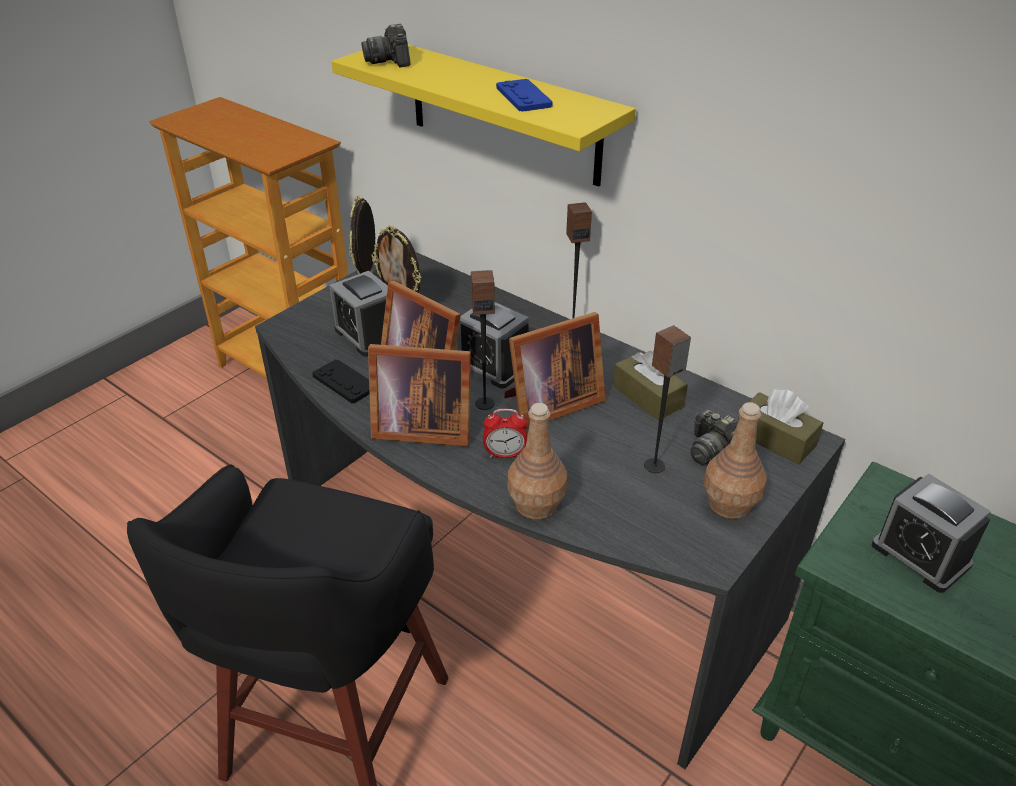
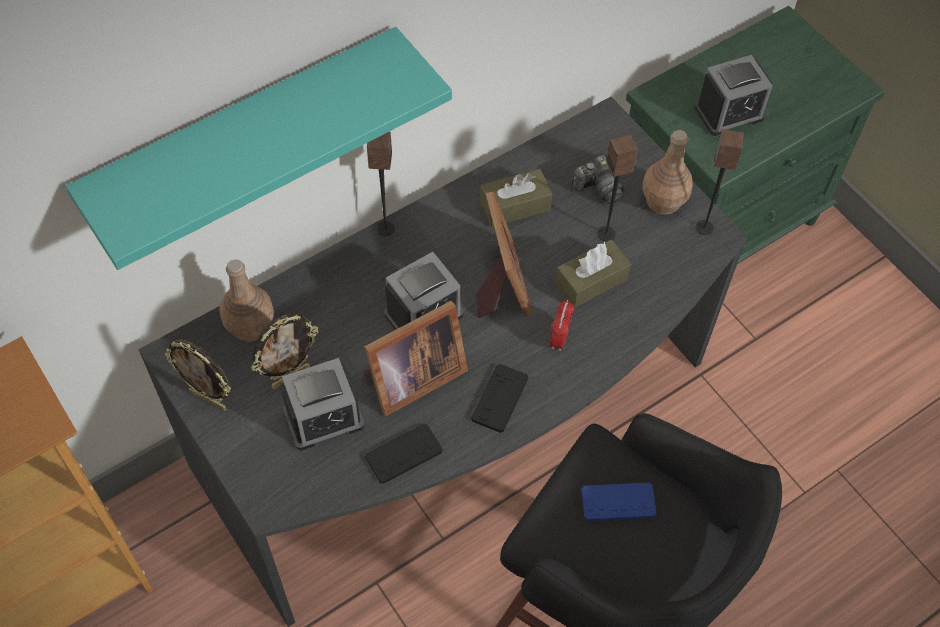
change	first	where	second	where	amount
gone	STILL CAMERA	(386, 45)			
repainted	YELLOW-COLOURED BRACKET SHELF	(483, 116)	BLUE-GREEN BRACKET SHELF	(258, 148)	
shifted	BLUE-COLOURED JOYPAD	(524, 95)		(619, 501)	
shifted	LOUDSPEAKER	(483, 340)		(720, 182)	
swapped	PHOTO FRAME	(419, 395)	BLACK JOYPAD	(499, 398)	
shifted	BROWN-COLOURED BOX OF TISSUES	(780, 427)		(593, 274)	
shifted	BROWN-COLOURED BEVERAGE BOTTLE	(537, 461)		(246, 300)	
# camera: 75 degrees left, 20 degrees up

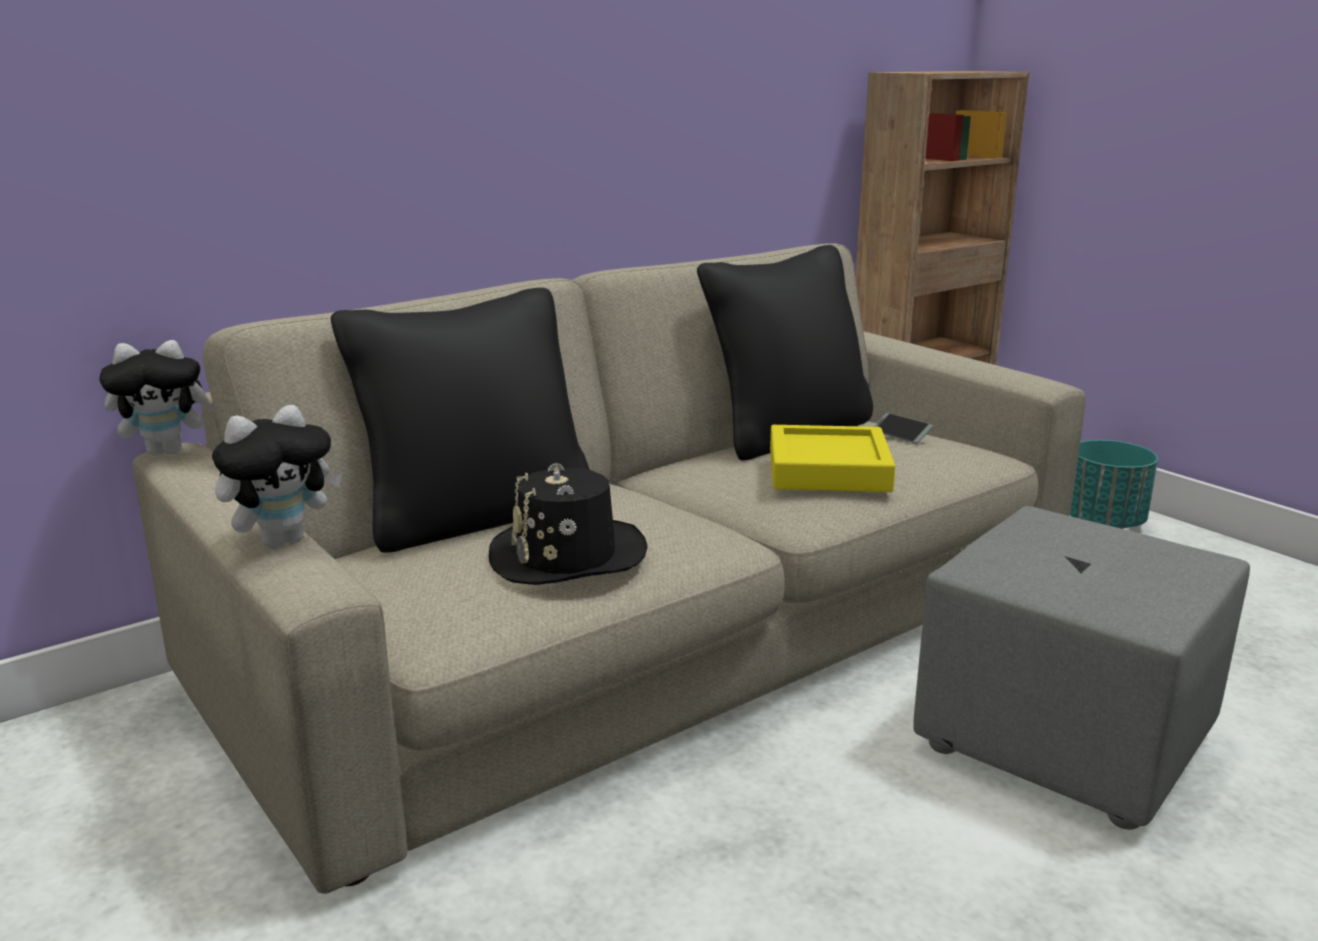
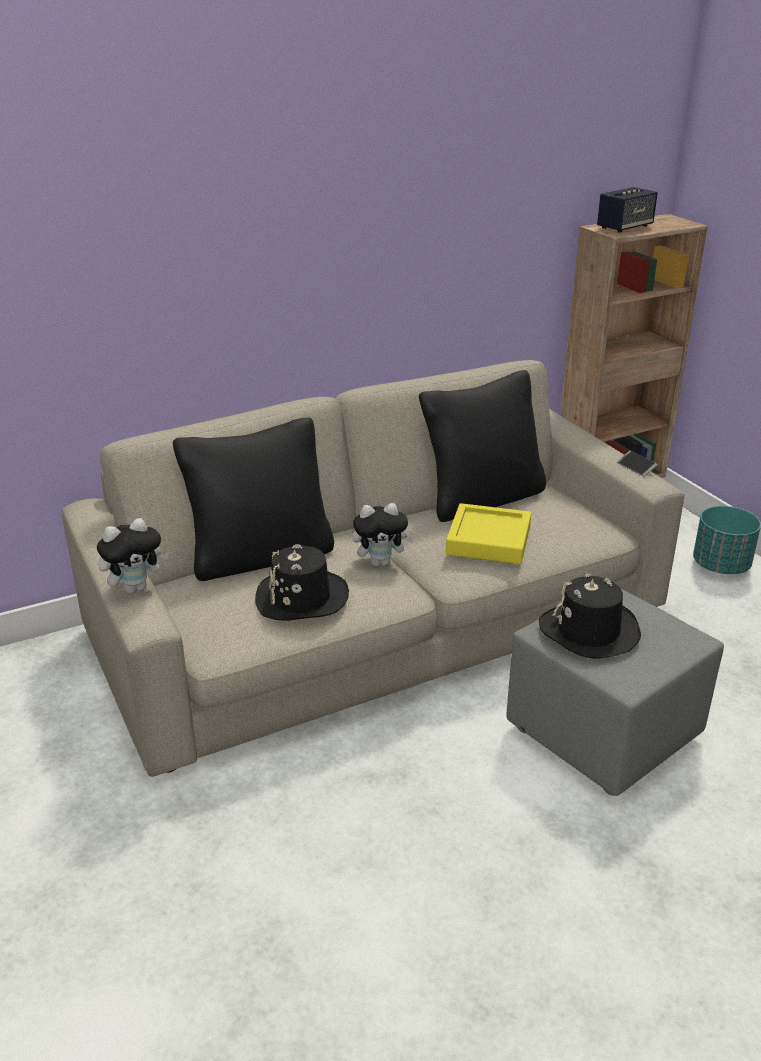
change	first	where	second	where	amount
shifted	PLUSH TOY	(157, 397)		(383, 534)	
shifted	PHONE	(903, 428)		(637, 464)	
new			LOUDSPEAKER	(627, 210)	
new			BLACK CLOTHING HAT	(590, 615)	
# camera: 10 degrees right, 10 degrees up

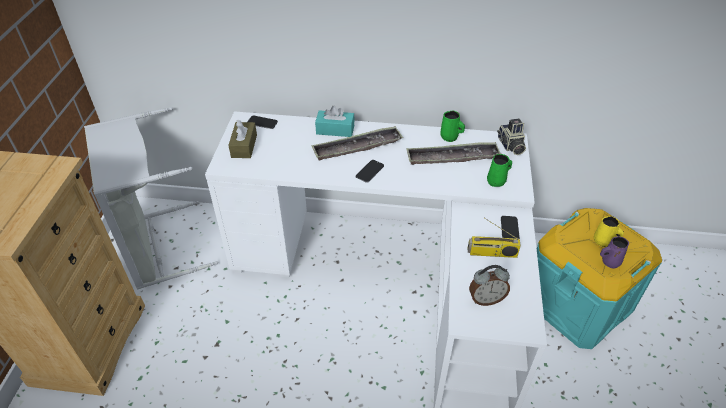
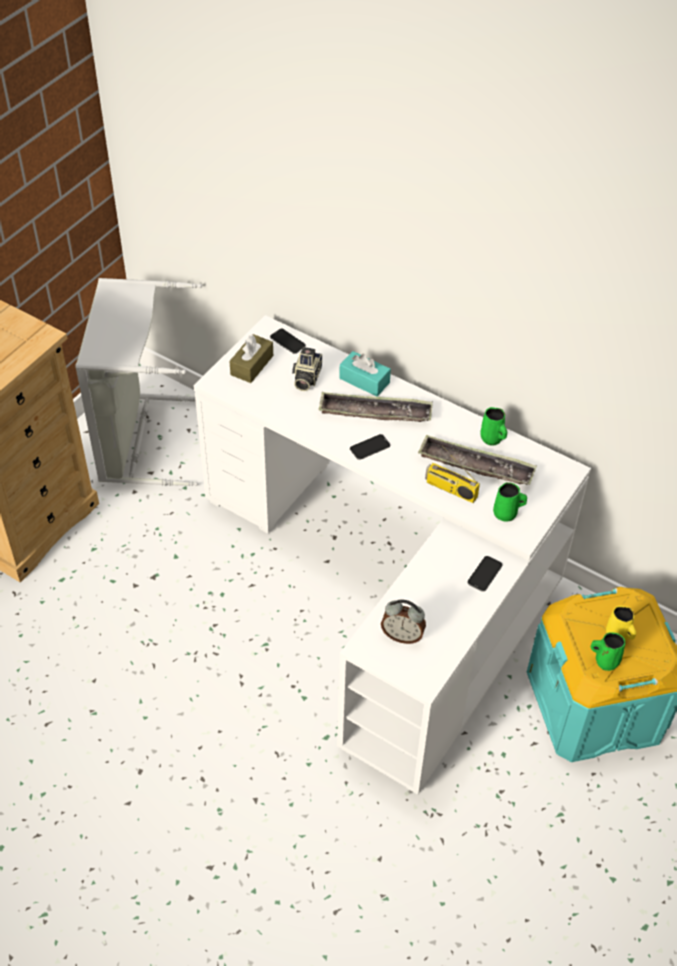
change	first	where	second	where	amount
shifted	STILL CAMERA	(511, 137)		(307, 369)	
shifted	RADIO SET	(494, 238)		(452, 474)	
repainted	PURPLISH COFFEE MUG	(614, 252)	GREEN-COLOURED COFFEE MUG	(608, 651)	
# camera: 25 degrees right, 5 degrees up

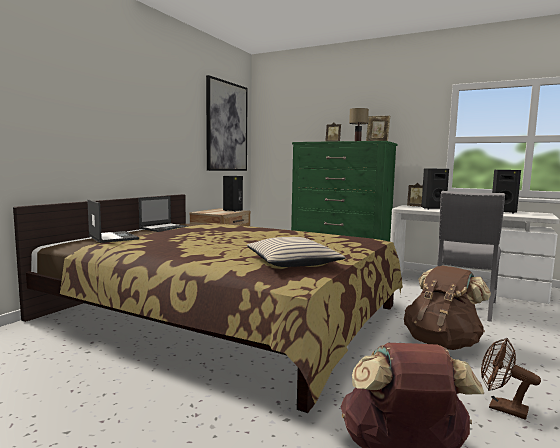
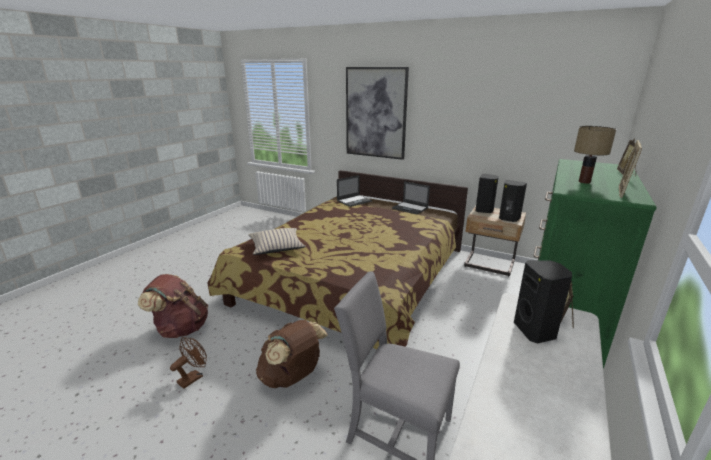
change	first	where	second	where	amount
shifted	PICTURE	(227, 123)		(377, 113)	
shifted	BLACK LOUDSPEAKER	(506, 191)		(487, 193)	
# camera: 90 degrees right, 15 degrees up

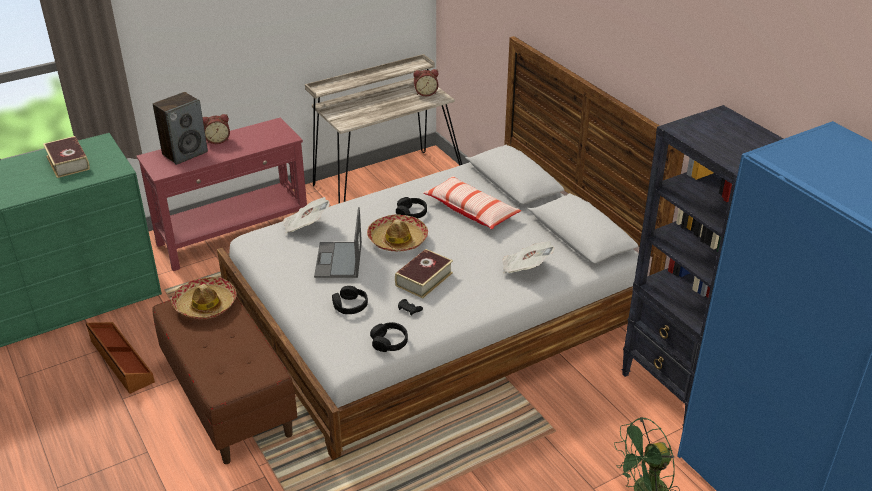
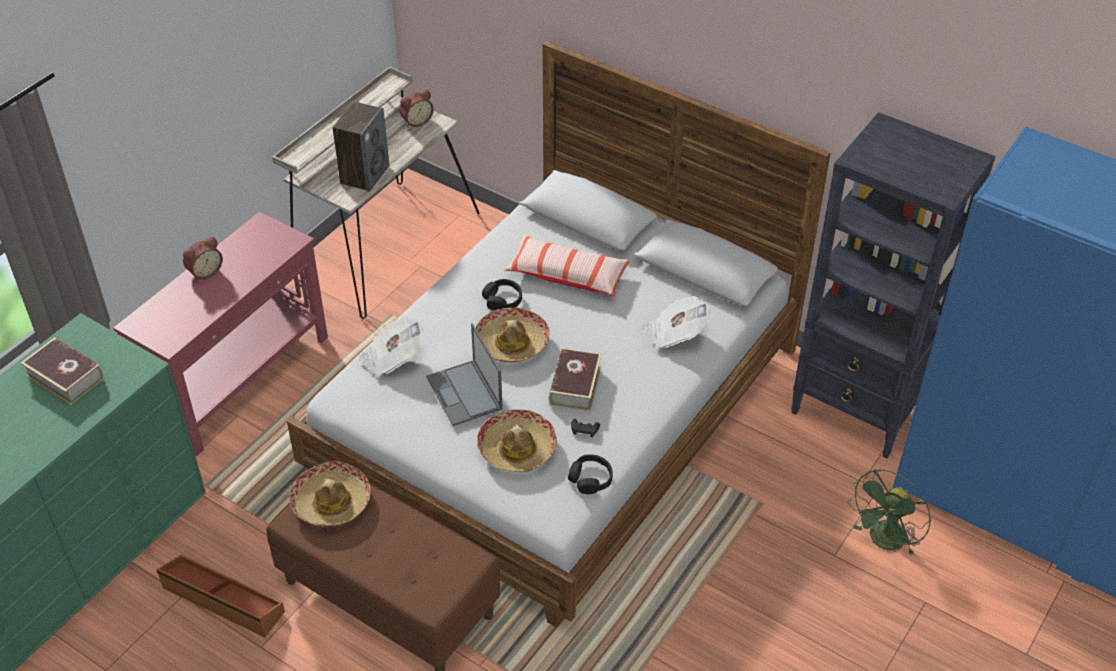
change	first	where	second	where	amount
shifted	LOUDSPEAKER	(180, 128)		(361, 146)	
swapped	BLACK HEADSET	(350, 300)	CLOTHING HAT	(517, 440)	
# camera: 25 degrees left, 10 degrees up

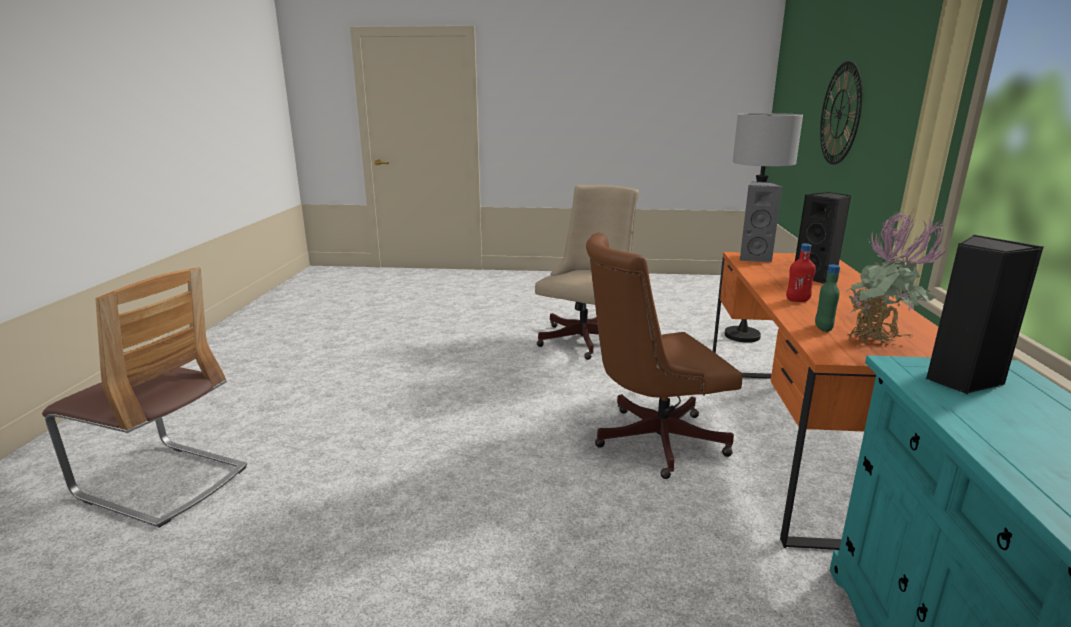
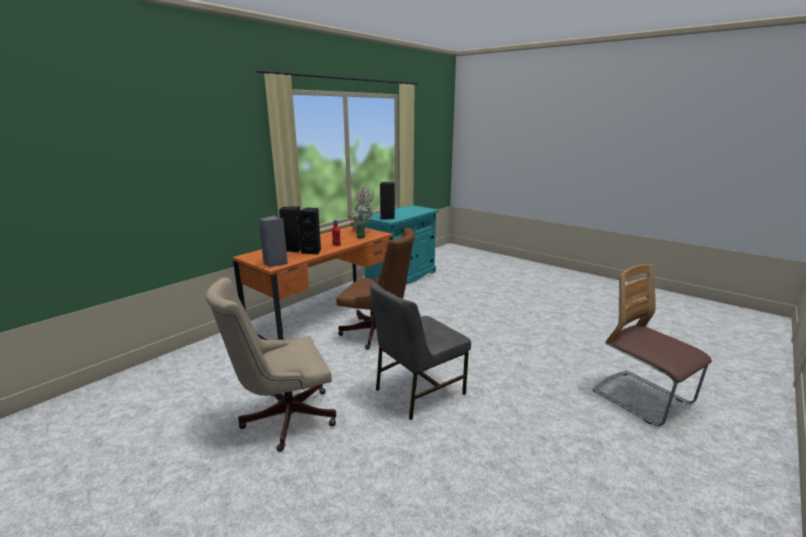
change	first	where	second	where	amount
gone	WALL CLOCK	(841, 113)			
gone	STANDARD LAMP	(764, 228)			
new			BLACK LOUDSPEAKER	(309, 231)	
new			GRAY CHAIR	(420, 351)	
# camera: 145 degrees left, 0 degrees up

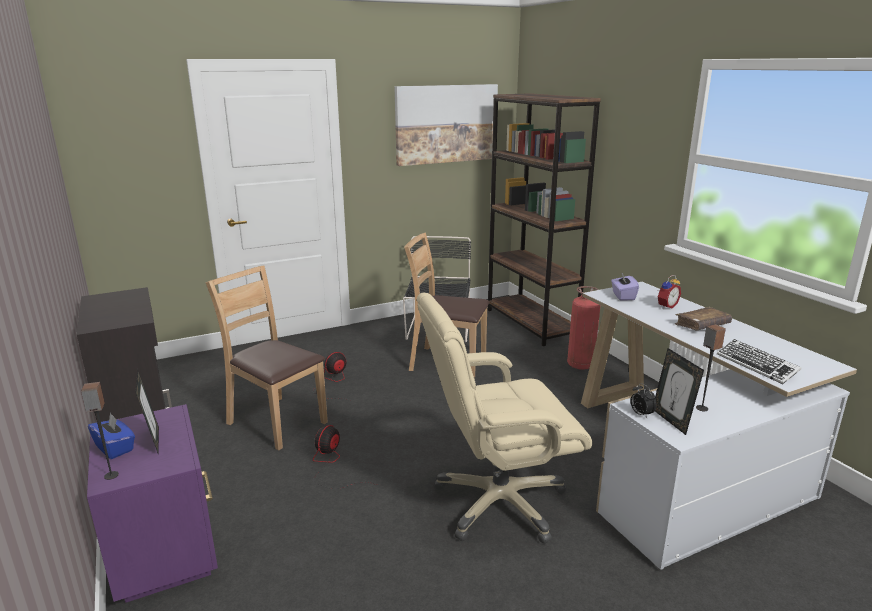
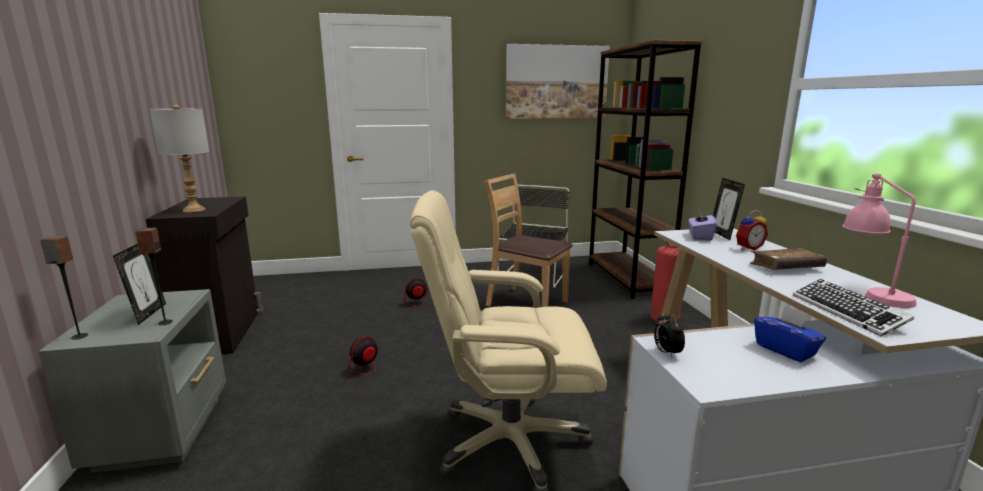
change	first	where	second	where	amount
gone	BROWN-COLOURED CHAIR	(267, 357)			
shifted	LOUDSPEAKER	(711, 367)		(154, 276)	
shifted	PHOTO FRAME	(679, 391)		(729, 209)	
repainted	PURPLISH NIGHT TABLE	(152, 503)	GRAY NIGHT TABLE	(132, 381)	
shifted	BLUE-COLOURED BOX OF TISSUES	(111, 435)		(790, 334)	
new			GRAY TABLETOP LAMP	(179, 159)	
new			PINK TABLETOP LAMP	(879, 240)	
# camera: 15 degrees right, 5 degrees down

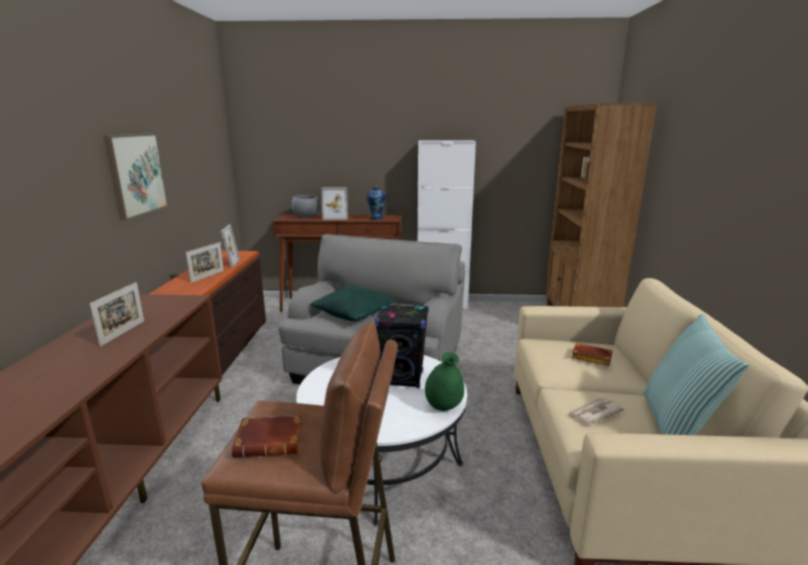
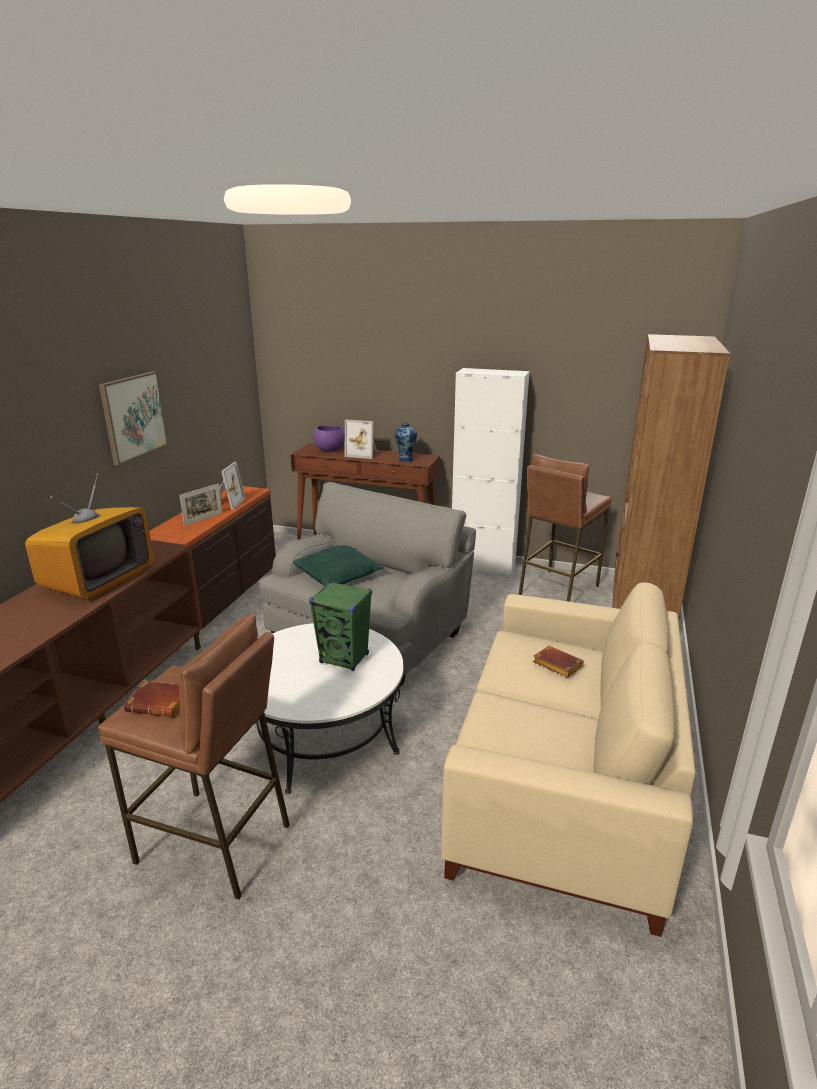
change	first	where	second	where	amount
repainted	GRAY BOWL	(305, 206)	PURPLISH BOWL	(329, 438)	
swapped	PHOTO FRAME	(117, 314)	TV SET	(89, 536)	
repainted	BLACK LOUDSPEAKER	(402, 346)	GREEN-COLOURED LOUDSPEAKER	(340, 626)	
gone	THROW PILLOW	(696, 374)			
gone	GREEN-COLOURED FLOWER VASE	(444, 381)			
gone	NEWSPAPER	(596, 411)			
new			BROWN-COLOURED STOOL SEAT	(565, 528)	
# camera: 15 degrees right, 5 degrees up

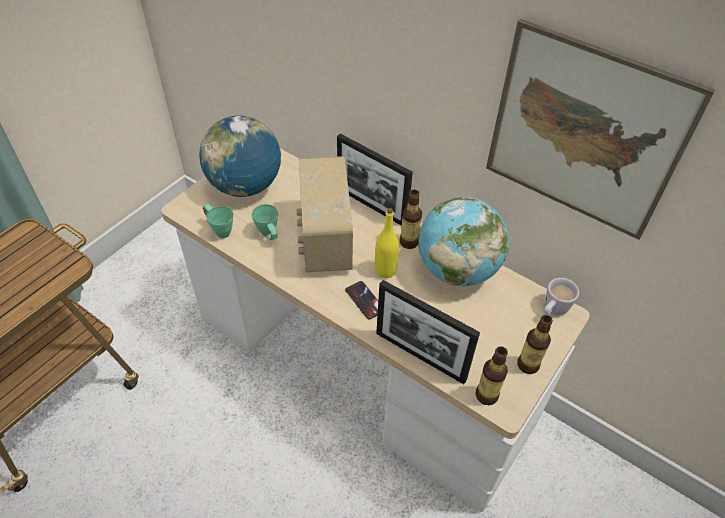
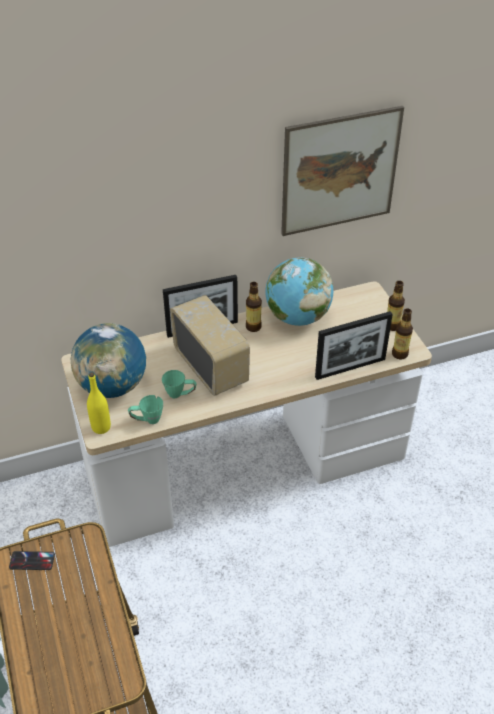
change	first	where	second	where	amount
rotated	RADIO SET	(325, 214)		(210, 345)	150 degrees counterclockwise
shifted	YELLOW-COLOURED BEVERAGE BOTTLE	(387, 243)		(99, 403)	
gone	WHITE COFFEE MUG	(561, 296)			
shifted	PHONE	(361, 300)		(32, 560)	
# camera: 55 degrees left, 5 degrees down

